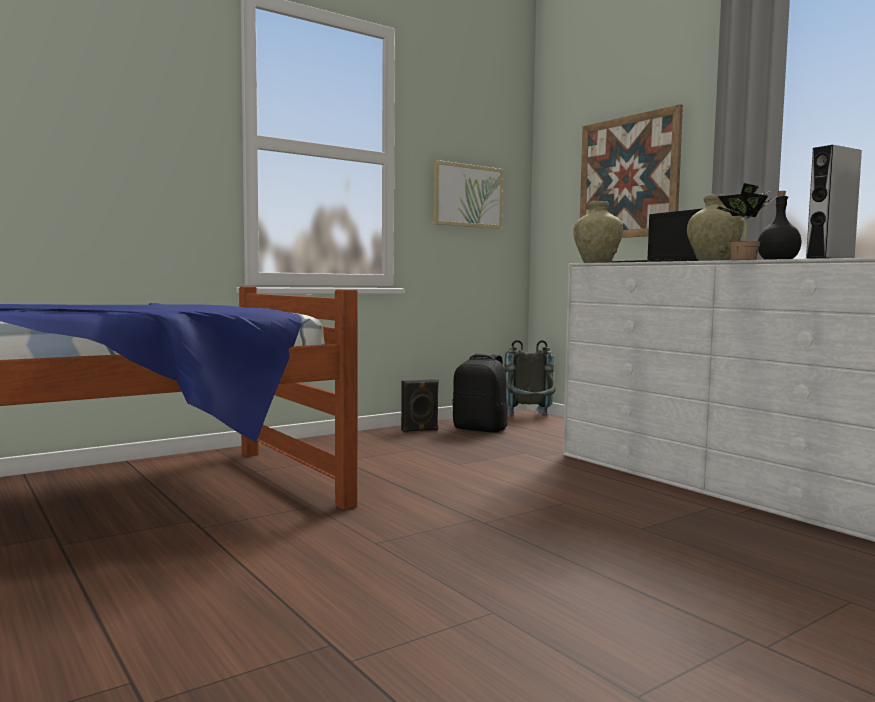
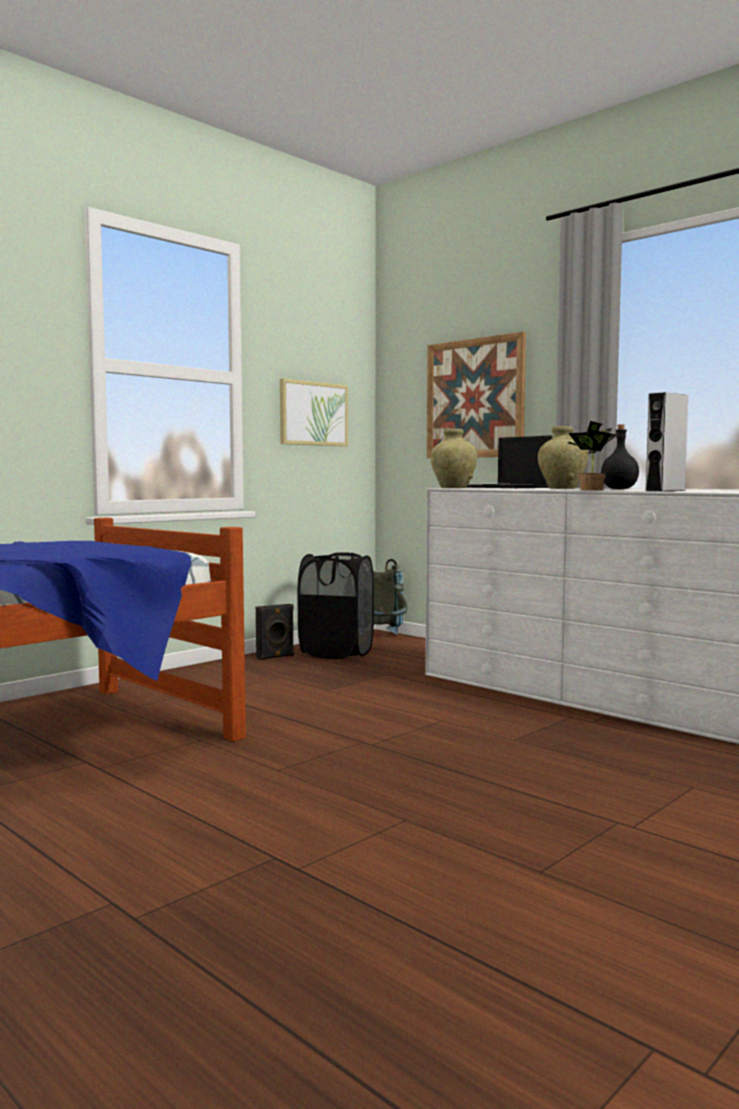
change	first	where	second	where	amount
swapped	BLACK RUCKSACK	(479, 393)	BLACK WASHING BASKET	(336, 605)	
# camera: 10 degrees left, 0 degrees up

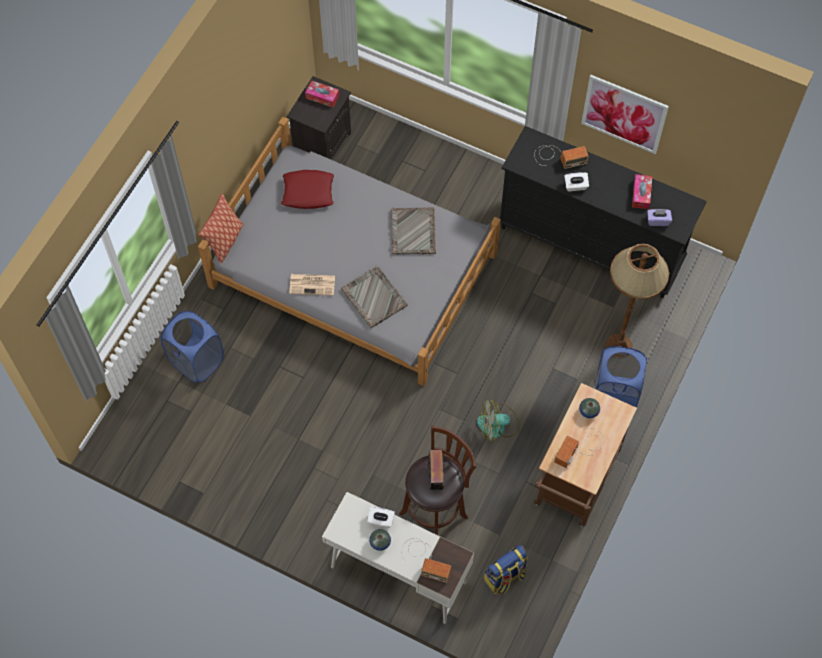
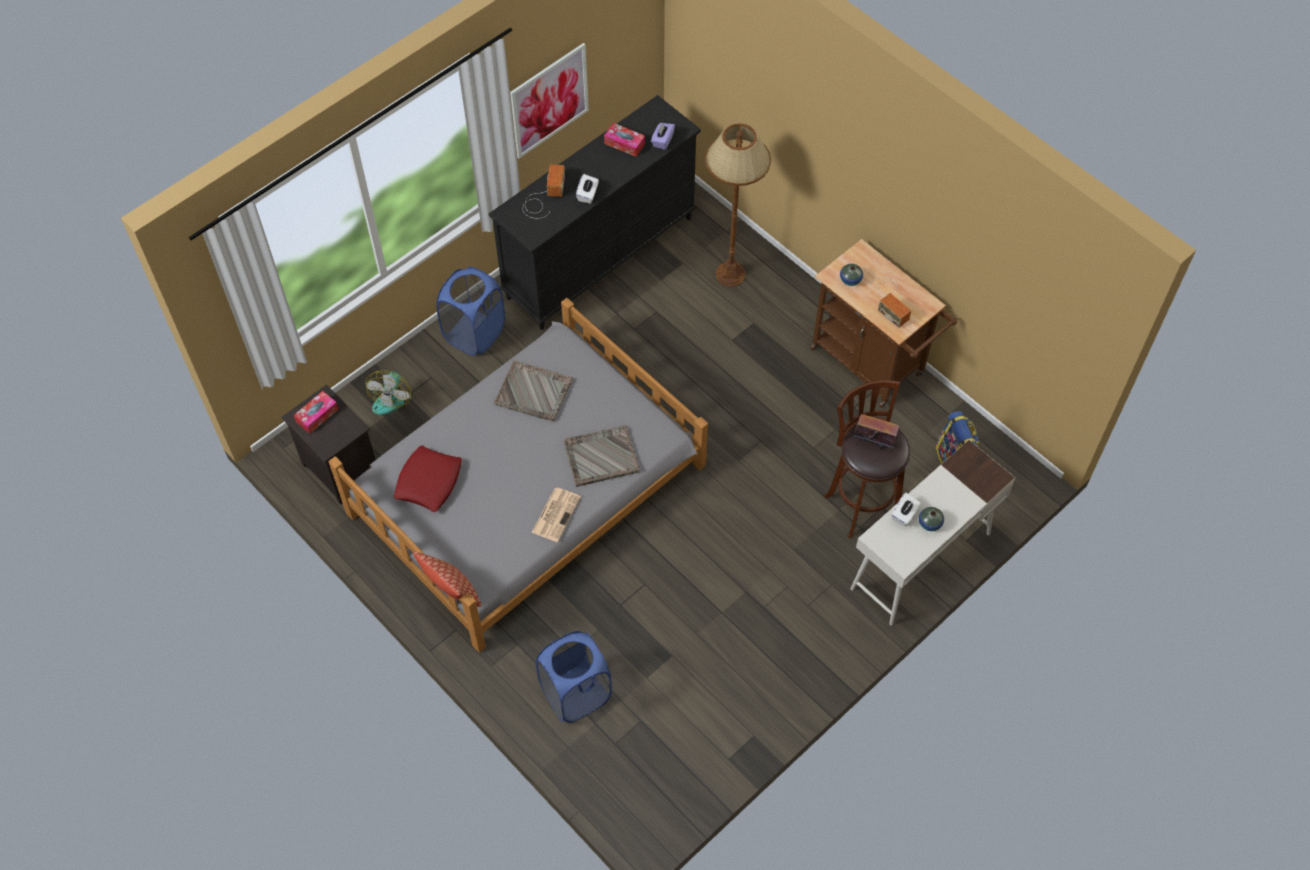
change	first	where	second	where	amount
shifted	BLUE-COLOURED WASHING BASKET	(621, 377)		(470, 311)	
shifted	COOLING FAN	(498, 420)		(388, 392)	
gone	RADIO SET	(426, 560)			
# camera: 70 degrees left, 5 degrees down

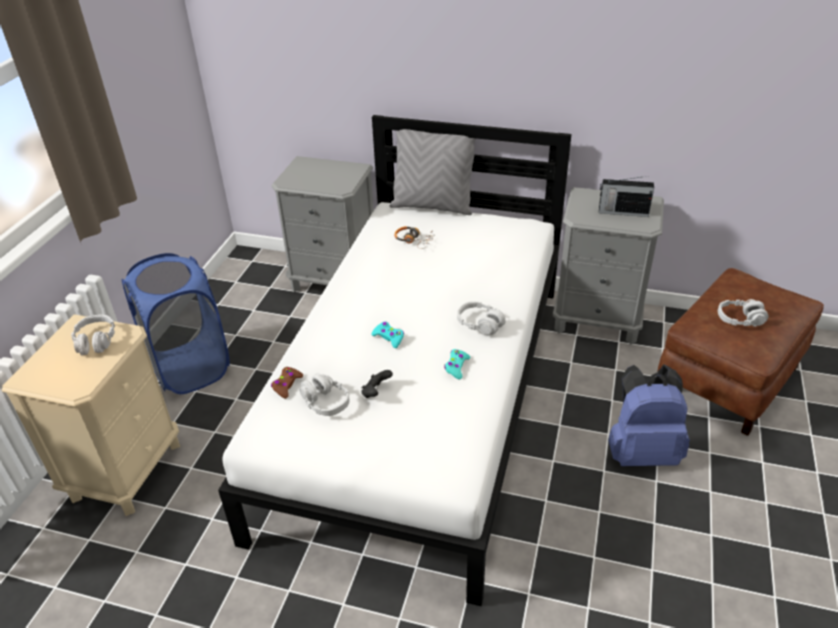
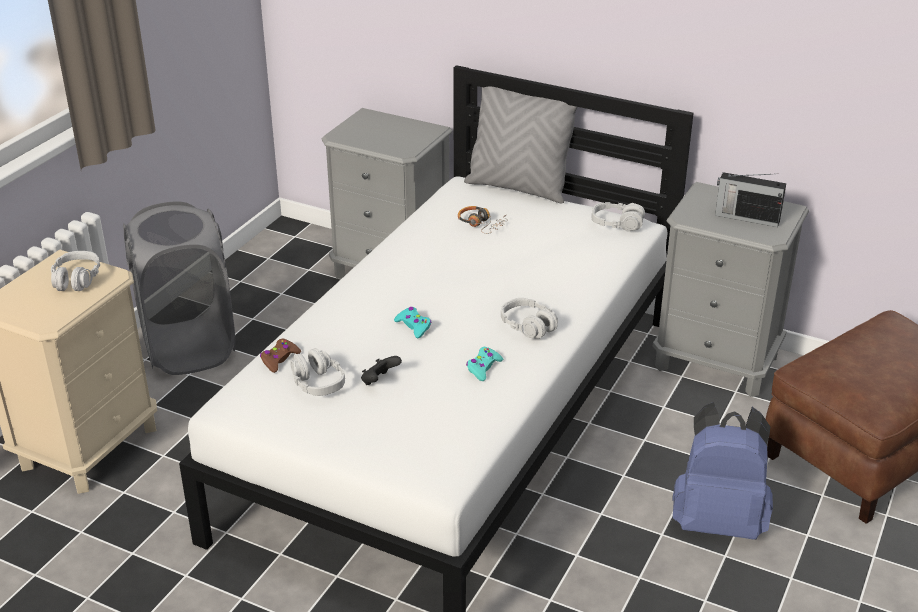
change	first	where	second	where	amount
repainted	BLUE-COLOURED WASHING BASKET	(176, 323)	GRAY WASHING BASKET	(179, 288)	
shifted	GRAY HEADSET	(743, 313)		(618, 216)	
# camera: 10 degrees right, 5 degrees down

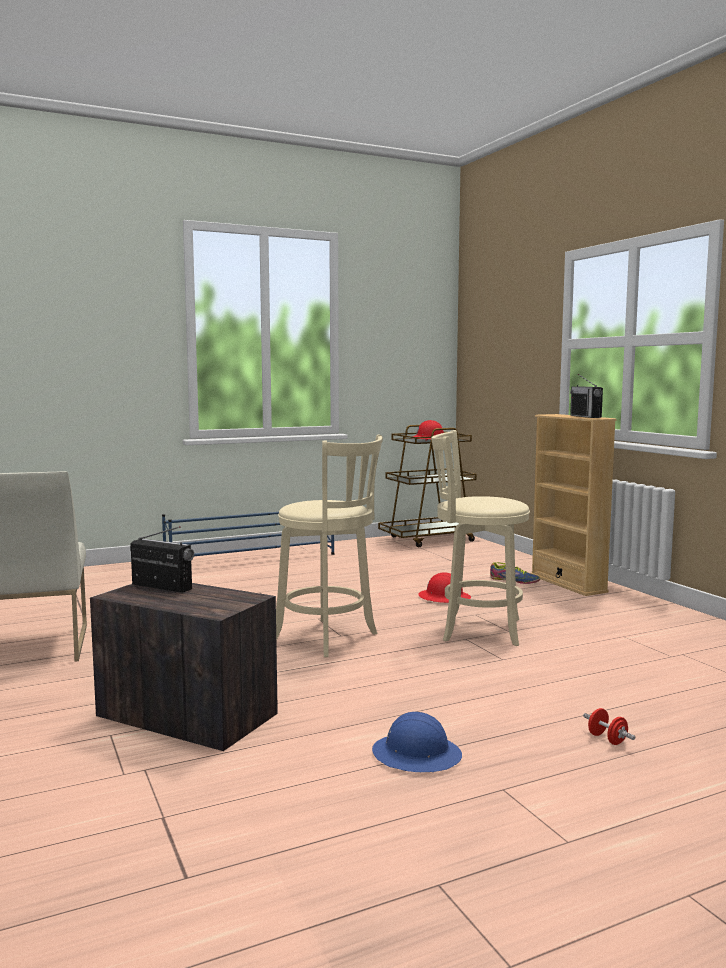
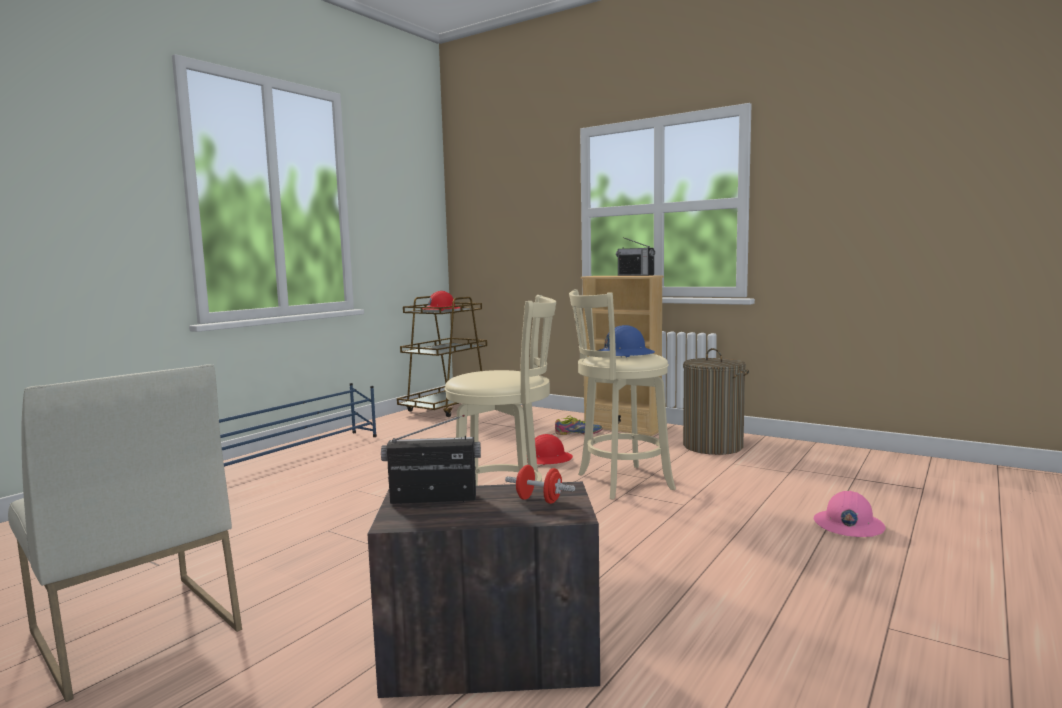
change	first	where	second	where	amount
shifted	REDDISH DUMBBELL	(609, 726)		(540, 484)	
shifted	BLUE-COLOURED HARD HAT	(417, 742)		(626, 341)	
new			WASHING BASKET	(716, 401)	
new			PINK HARD HAT	(850, 514)	
# camera: 30 degrees left, 0 degrees up

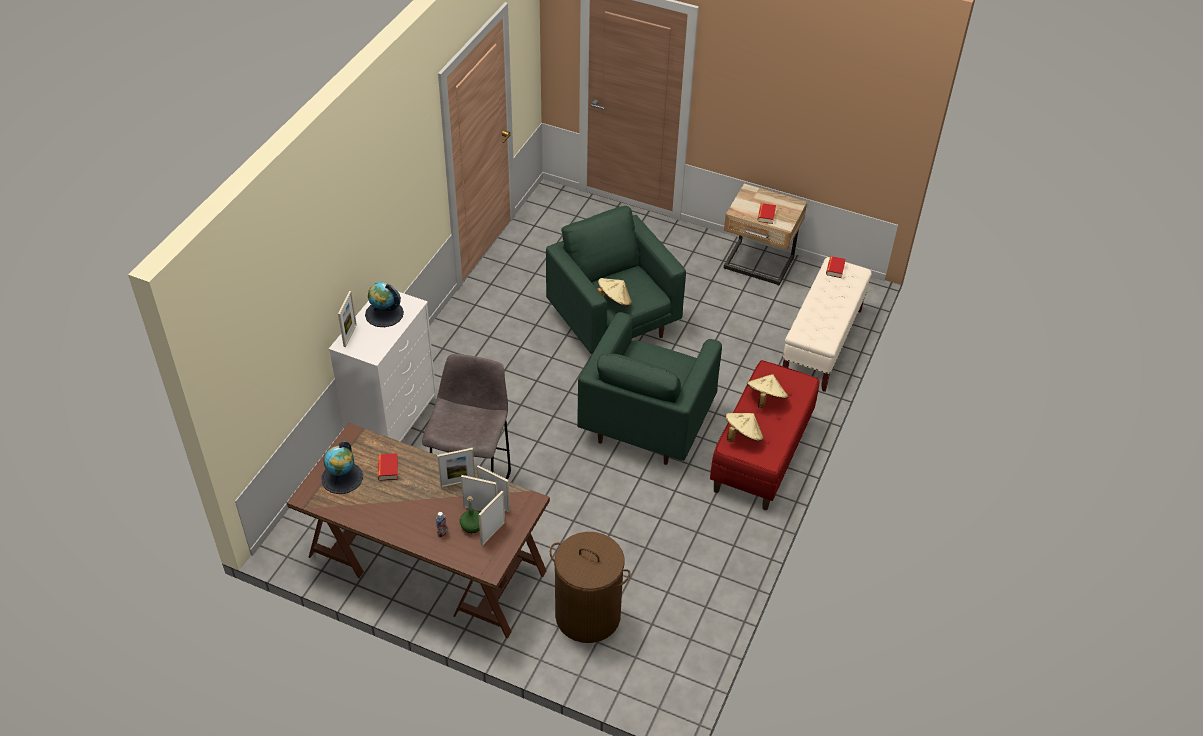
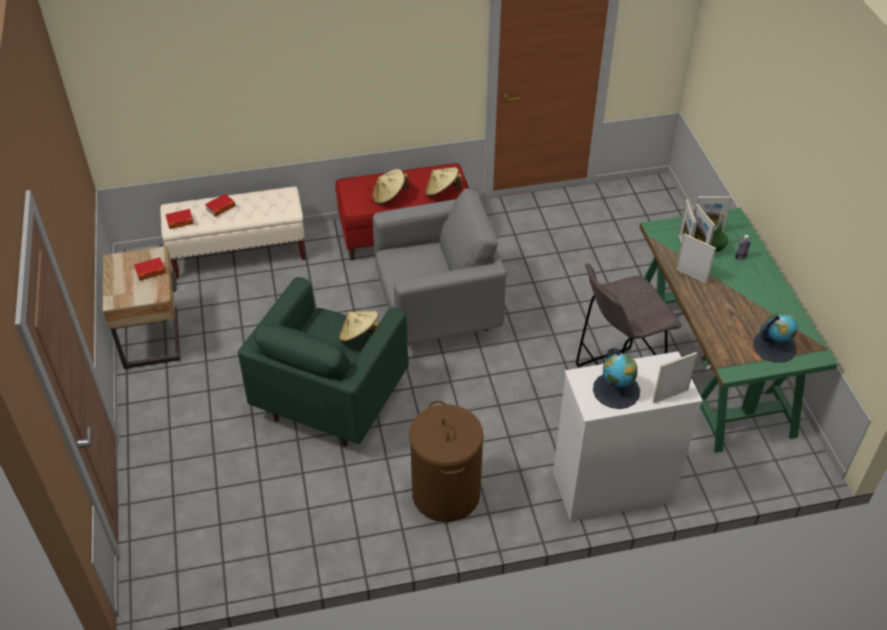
change	first	where	second	where	amount
repainted	GREEN-COLOURED LOUNGE CHAIR	(649, 388)	GRAY LOUNGE CHAIR	(439, 266)	
repainted	BROWN-COLOURED DESK	(418, 530)	GREEN-COLOURED DESK	(738, 330)	
shifted	VOLUME	(388, 467)		(220, 205)	
shifted	BROWN-COLOURED WASHING BASKET	(590, 587)		(446, 461)	
# camera: 125 degrees left, 0 degrees up

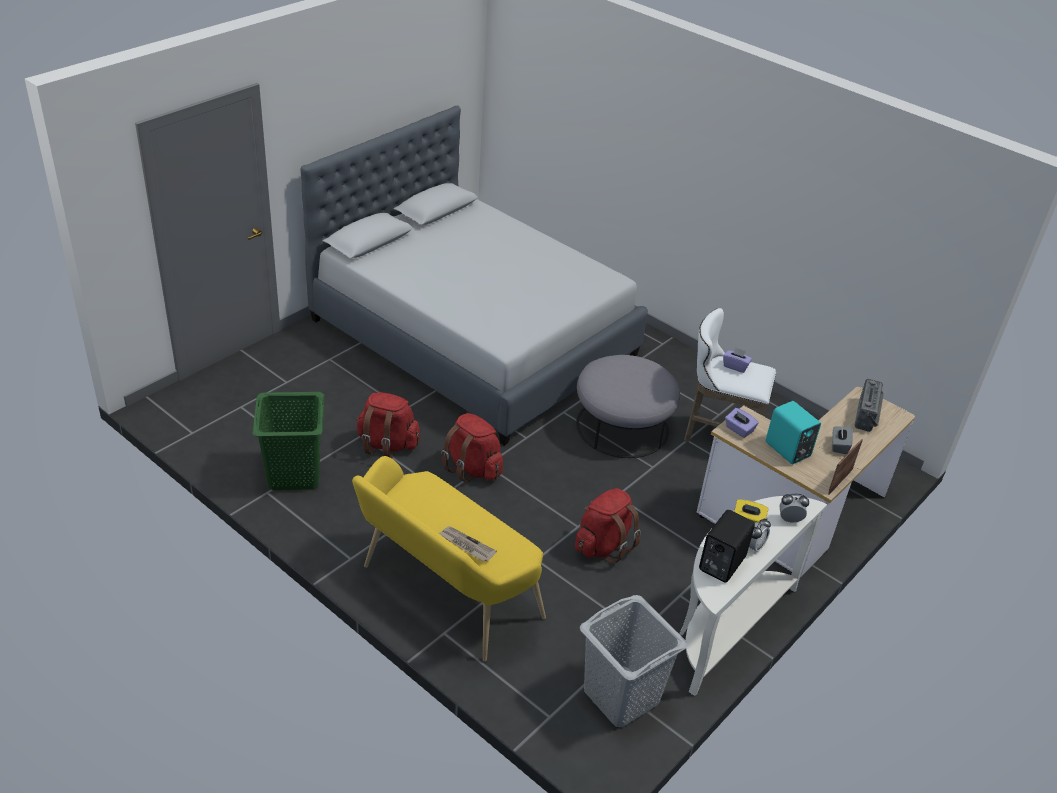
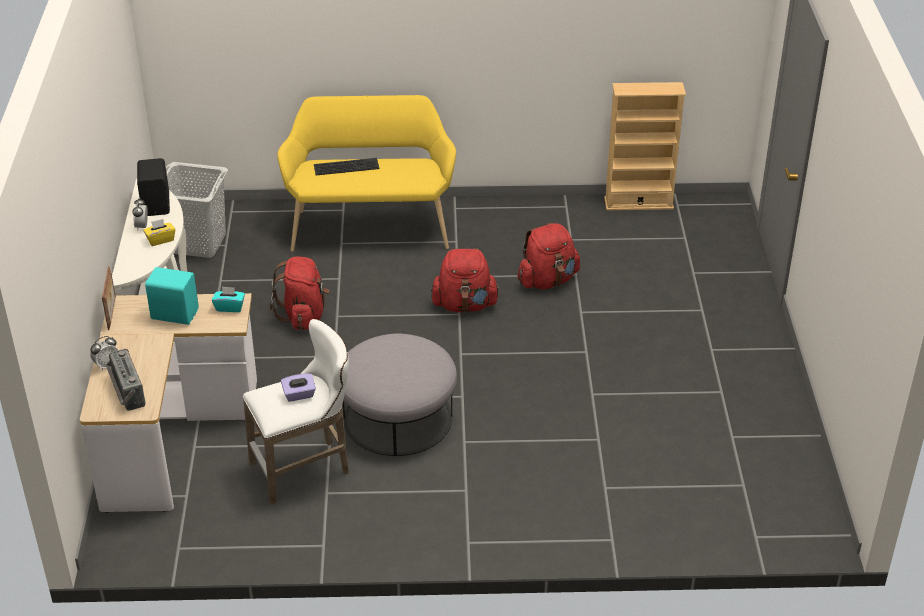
change	first	where	second	where	amount
gone	GRAY BEDROOM BED	(474, 276)			
gone	GREEN-COLOURED WASHING BASKET	(288, 441)			
repainted	PURPLISH BOX OF TISSUES	(741, 423)	BLUE-GREEN BOX OF TISSUES	(228, 299)	
gone	GRAY BOX OF TISSUES	(842, 439)			
shifted	TABLE CLOCK	(794, 508)		(104, 353)	
swapped	NEWSPAPER	(468, 544)	KEYBOARD	(347, 166)	
new			BEIGE SHELVING UNIT	(645, 146)	
# camera: 140 degrees right, 0 degrees up

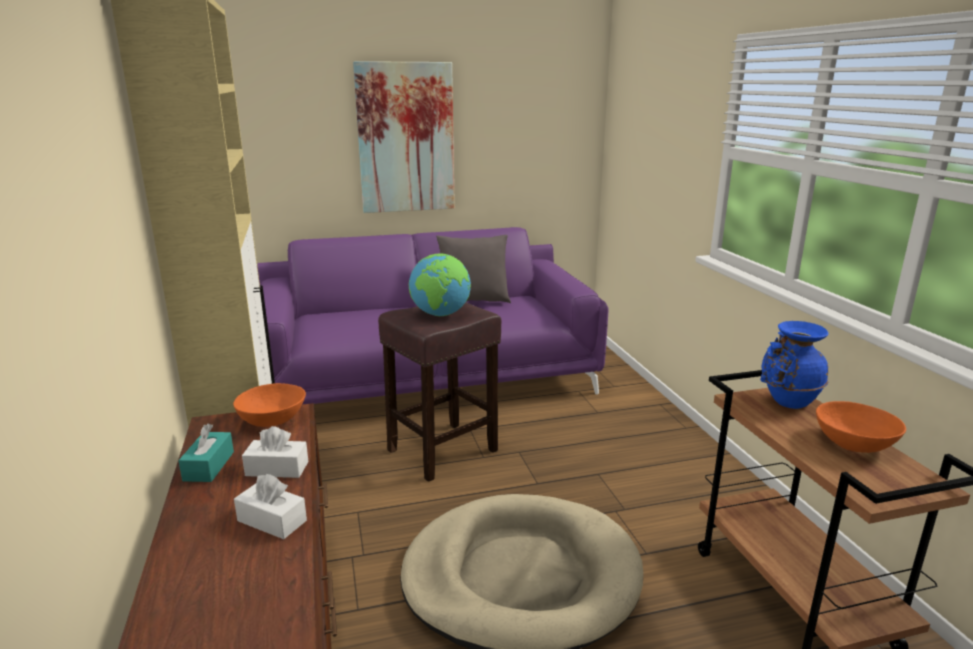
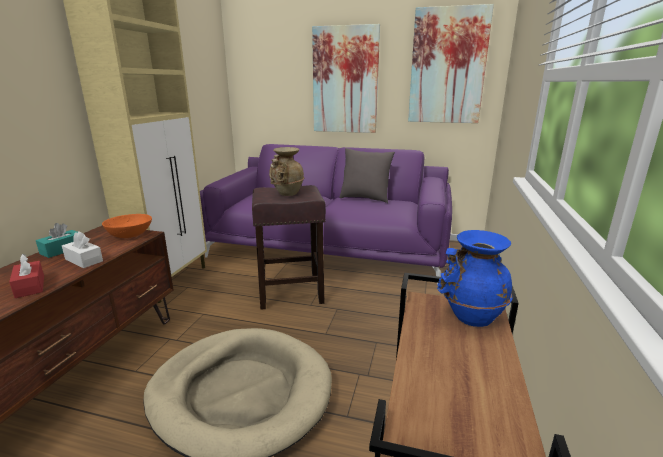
change	first	where	second	where	amount
swapped	GLOBE	(440, 284)	BEIGE FLOWER VASE	(286, 171)	
gone	ORANGE BOWL	(861, 427)			
repainted	WHITE BOX OF TISSUES	(270, 506)	REDDISH BOX OF TISSUES	(26, 276)	
new			PICTURE	(451, 63)	
# camera: 30 degrees right, 0 degrees up

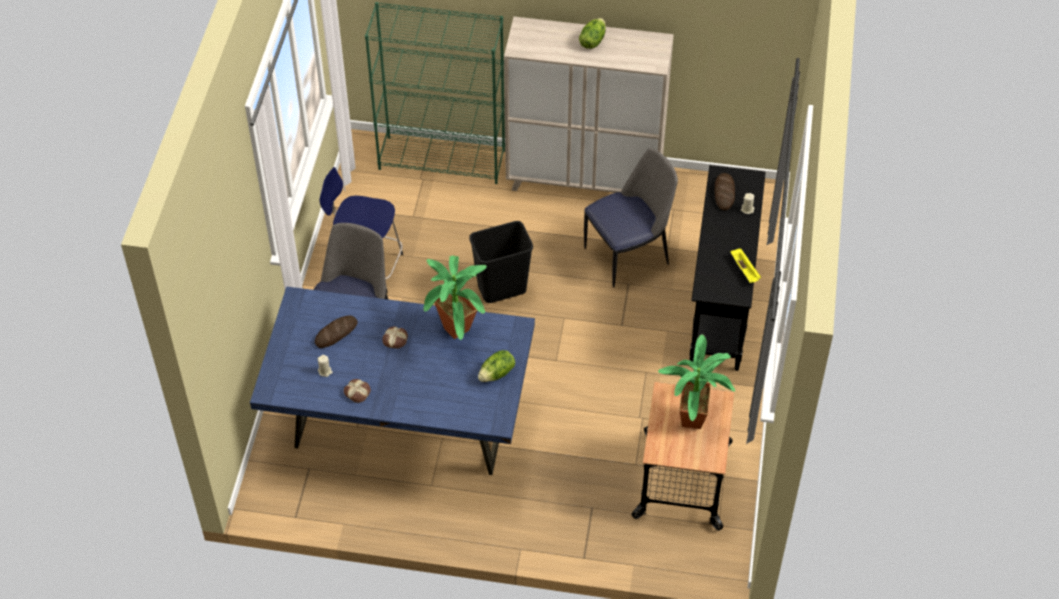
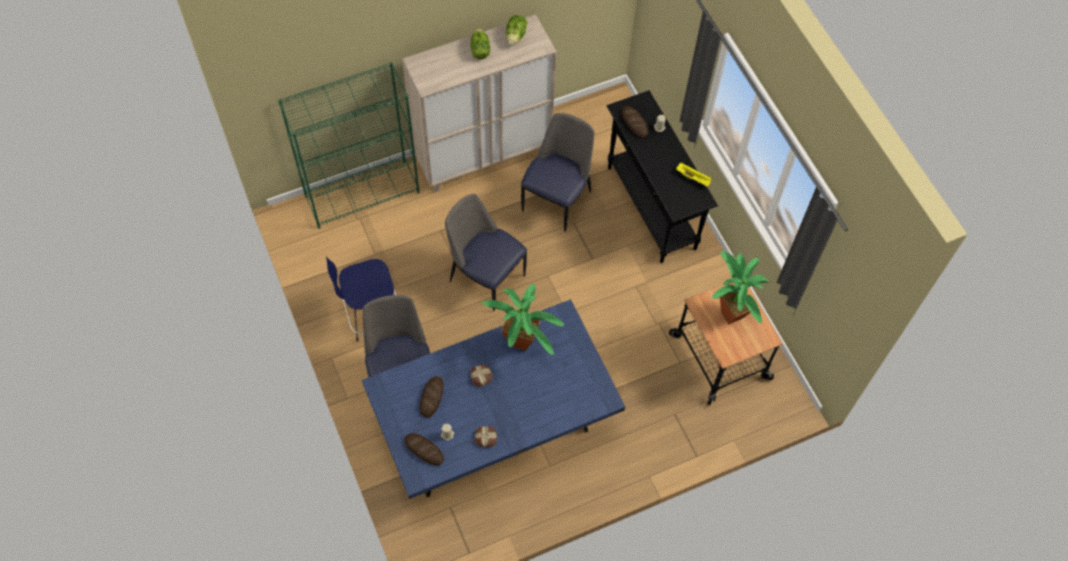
change	first	where	second	where	amount
swapped	BLACK RUBBISH BIN	(501, 262)	CHAIR	(486, 252)	
shifted	HEAD OF LETTUCE	(496, 366)		(516, 30)	
new			BREAD	(424, 449)	
# camera: 35 degrees left, 10 degrees up

